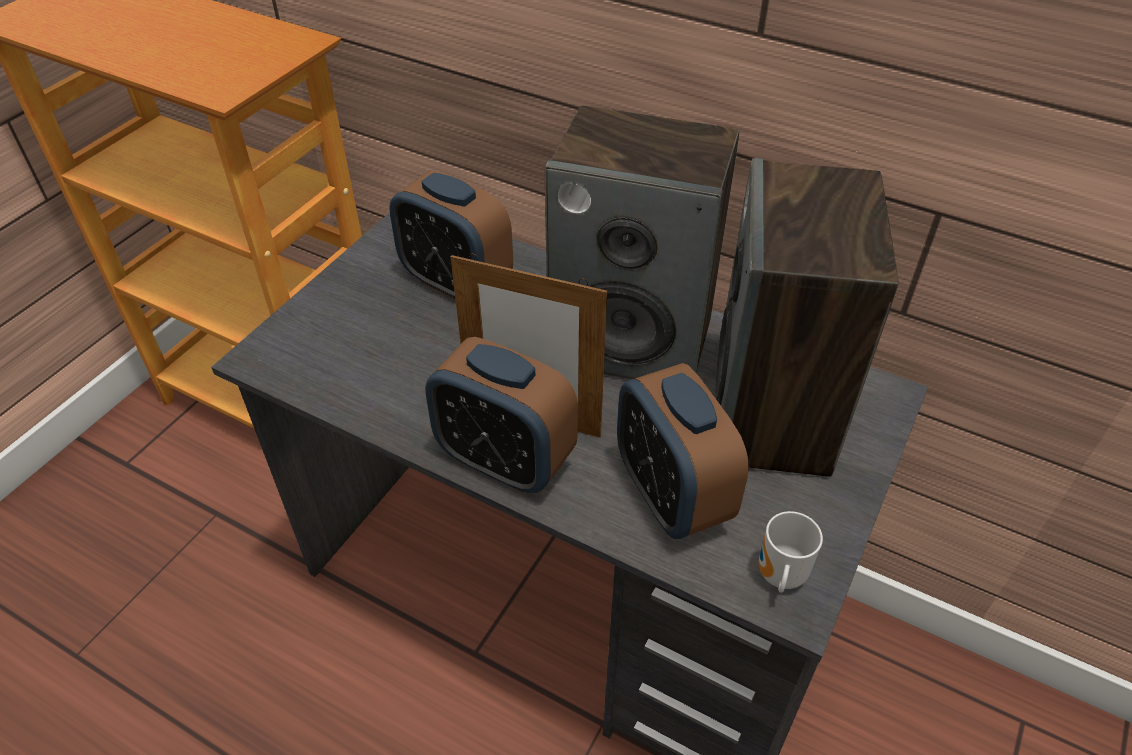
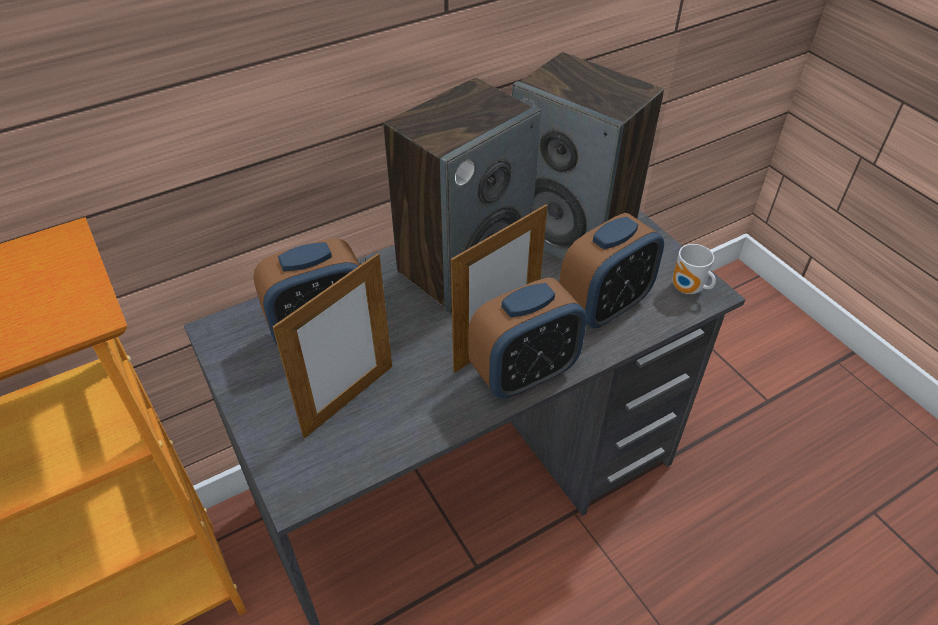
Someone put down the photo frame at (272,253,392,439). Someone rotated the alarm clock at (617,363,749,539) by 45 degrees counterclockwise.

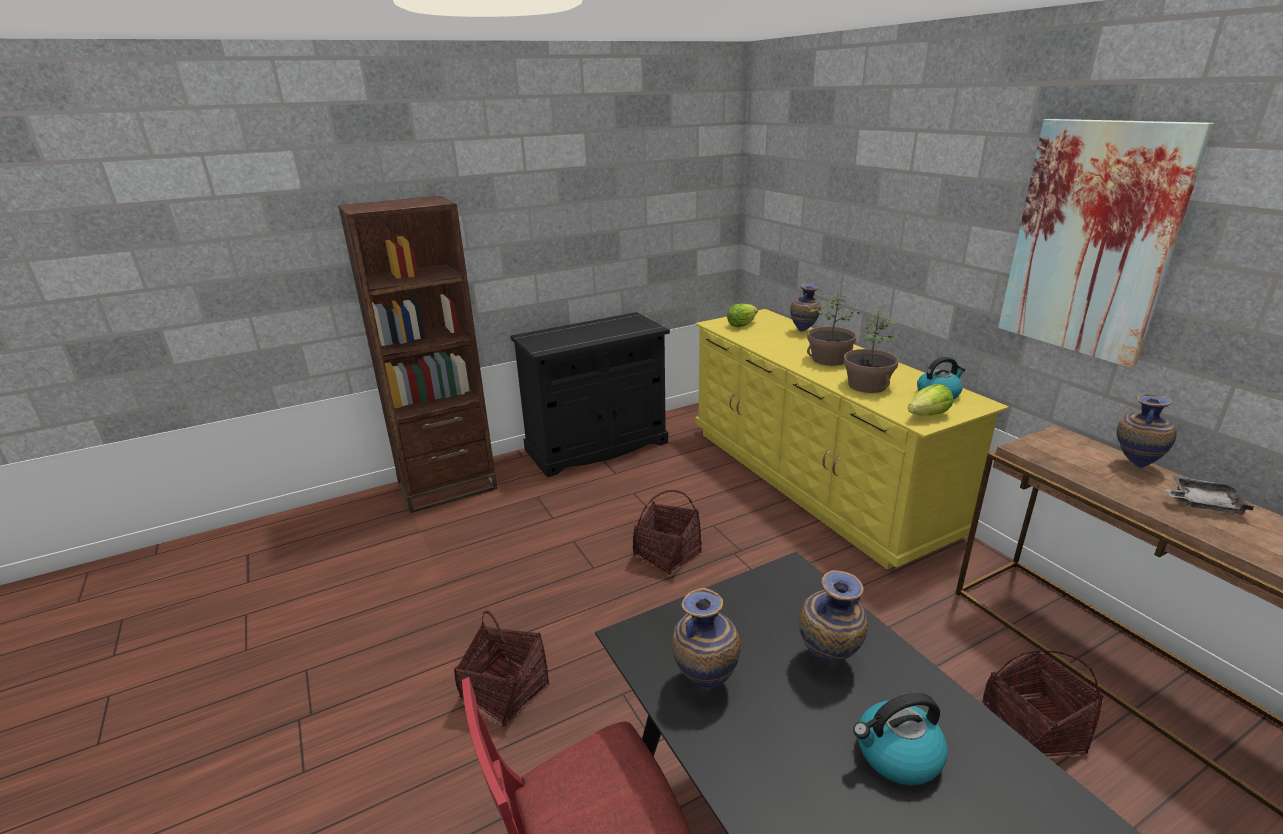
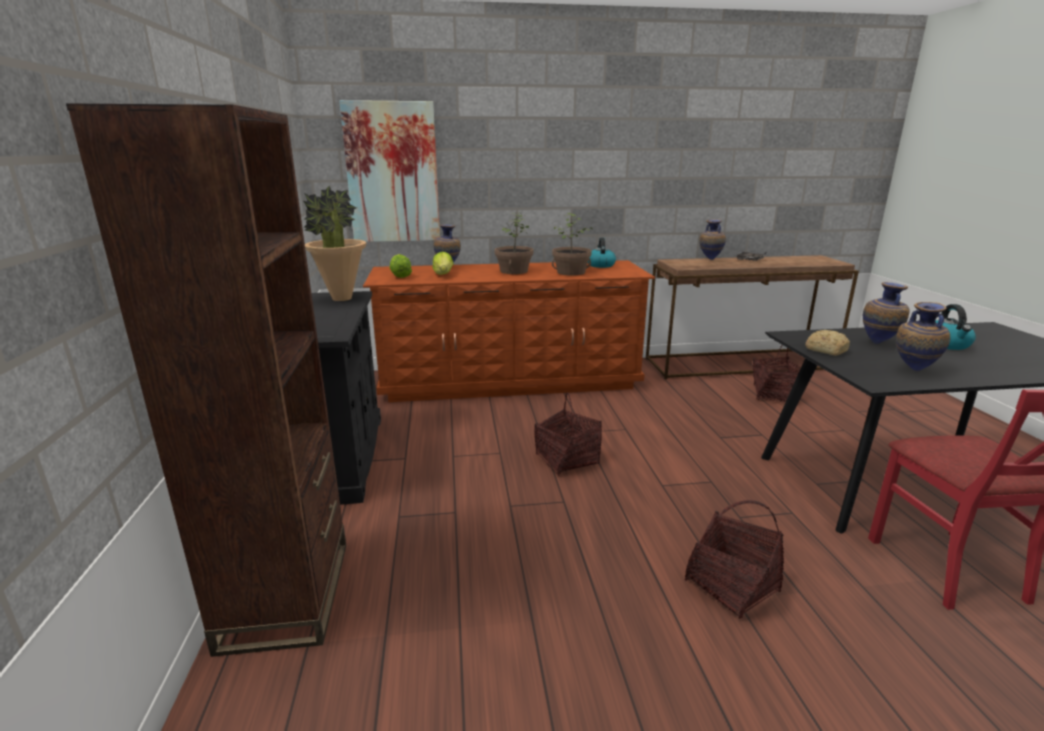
Someone put down the houseplant at (303,185,366,301). Someone carried the wall art from (998,119,1214,368) to (339,100,440,242). Someone repainted the yellow dresser at (695,309,1009,570), which became the brown-coloured dresser at (363,260,655,402). Someone carried the head of lettuce from (908,384,953,416) to (433,251,454,275). Someone put down the bread at (805,330,850,356).

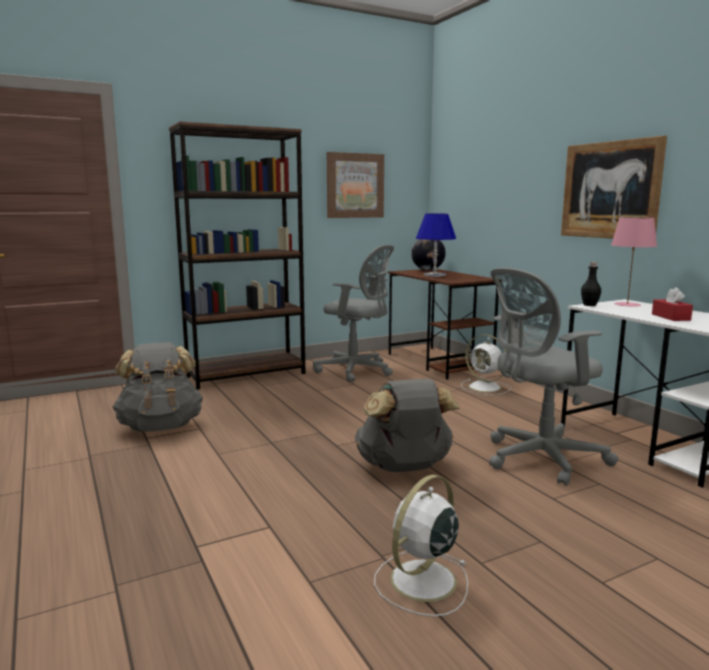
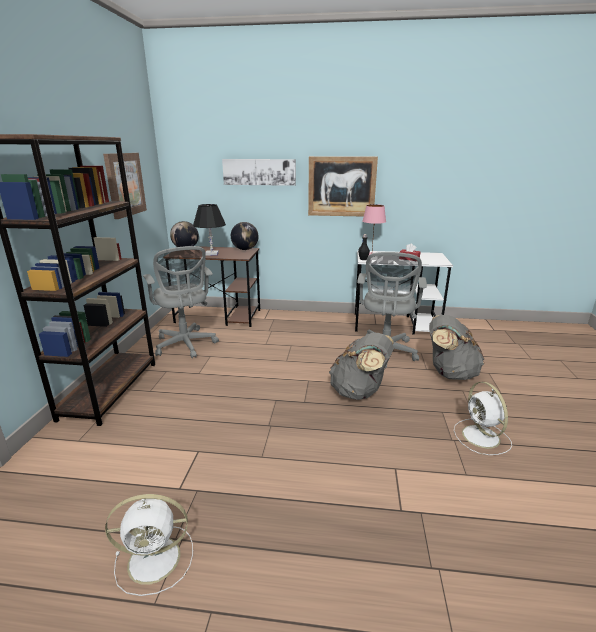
Someone carried the white-coloured fan from (461,334,511,395) to (105,494,193,596). Someone rotated the grey office chair at (313,245,394,382) by 90 degrees clockwise. Someone repainted the blue table lamp at (416,213,456,277), which became the black-coloured table lamp at (193,204,226,255). Someone put up the wall art at (222,159,296,186). Someone put down the desk globe at (231,222,259,250). Someone carried the grey backpack from (113,342,203,432) to (429,315,484,380).

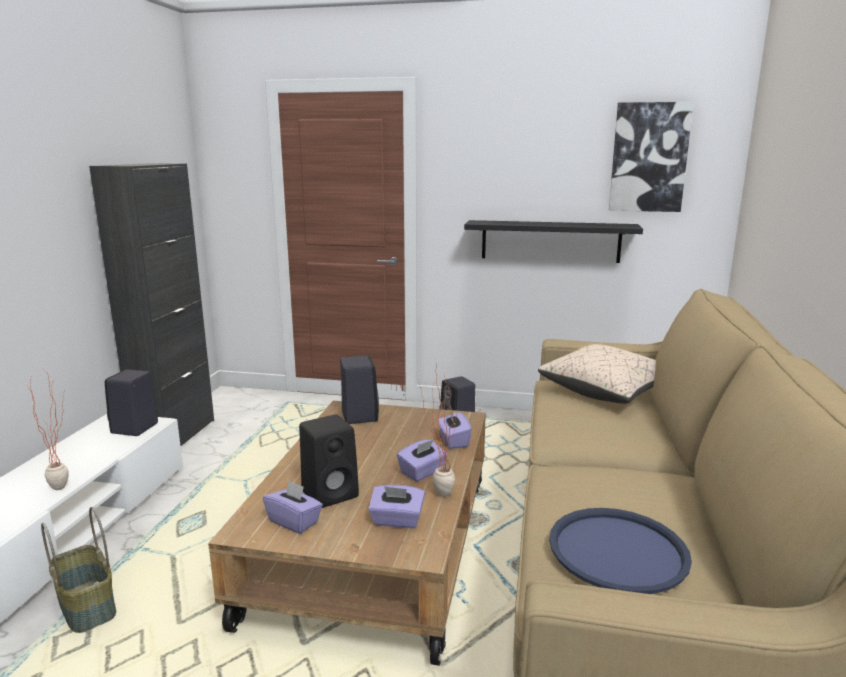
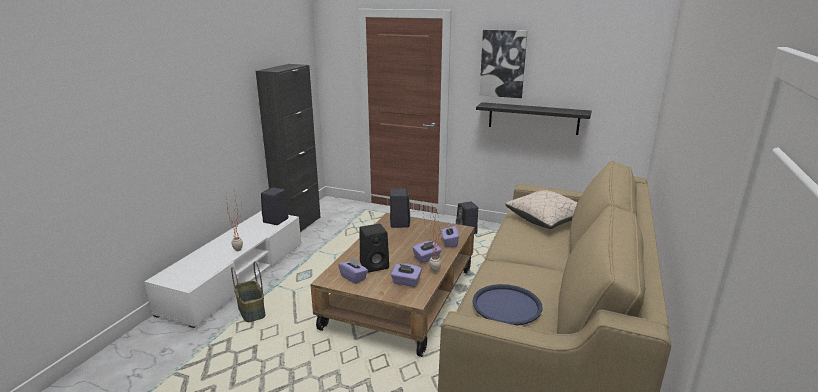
Someone carried the wall art from (609,102,694,212) to (480,30,528,98).

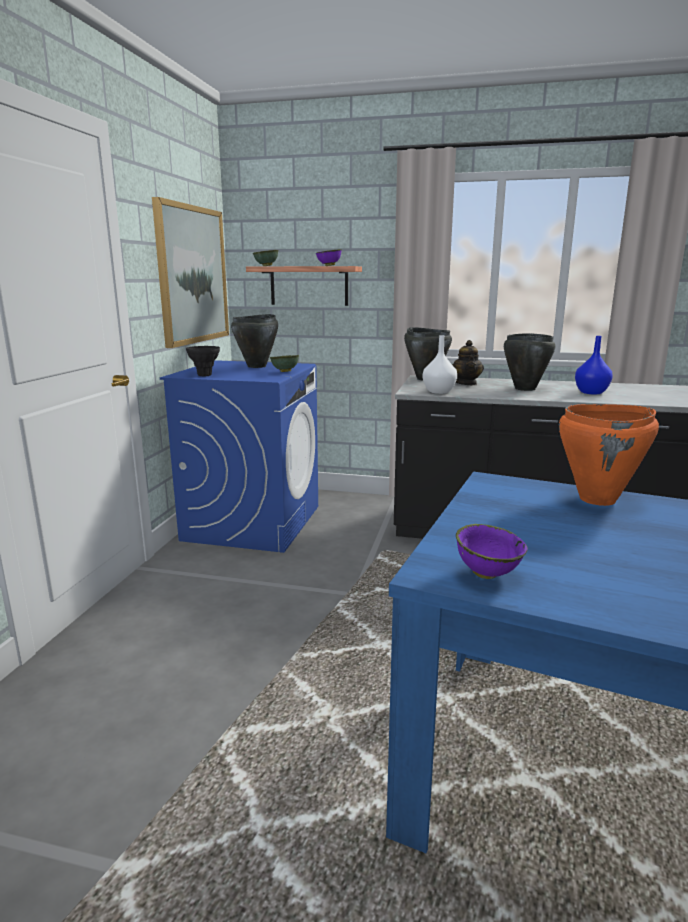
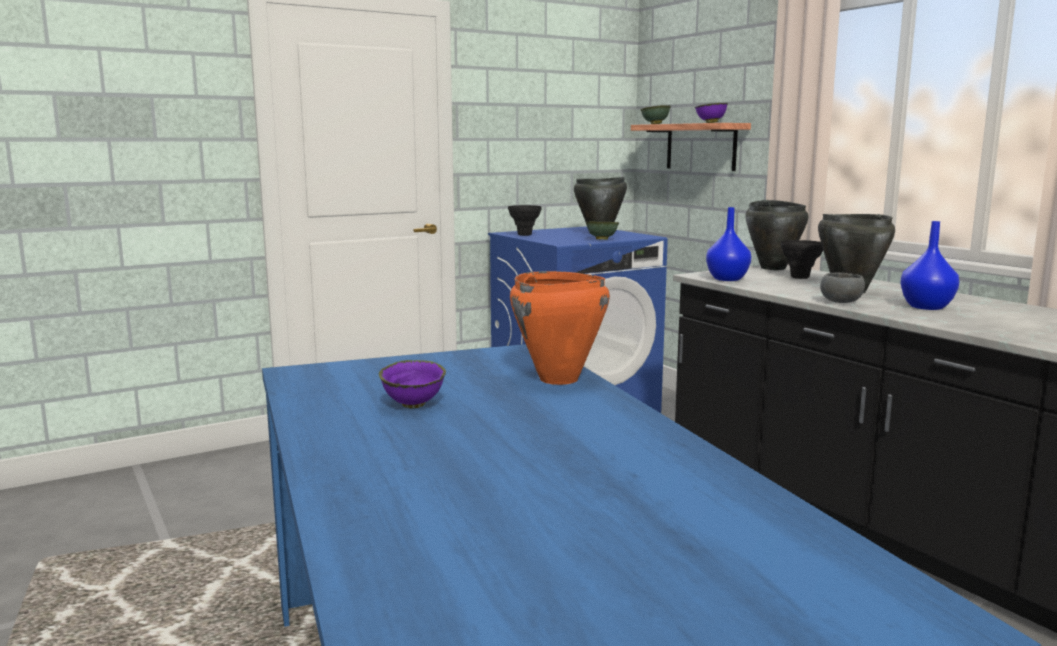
Someone carried the purple deep dish from (456,524,528,579) to (379,360,446,408). Someone repainted the white-coloured vase at (423,335,457,394), which became the blue vase at (706,207,751,281). Someone swapped the tea pot at (452,340,484,385) for the black-coloured vase at (781,240,823,279). Someone put down the grey deep dish at (820,272,865,303). Someone took away the wall art at (152,197,229,348).

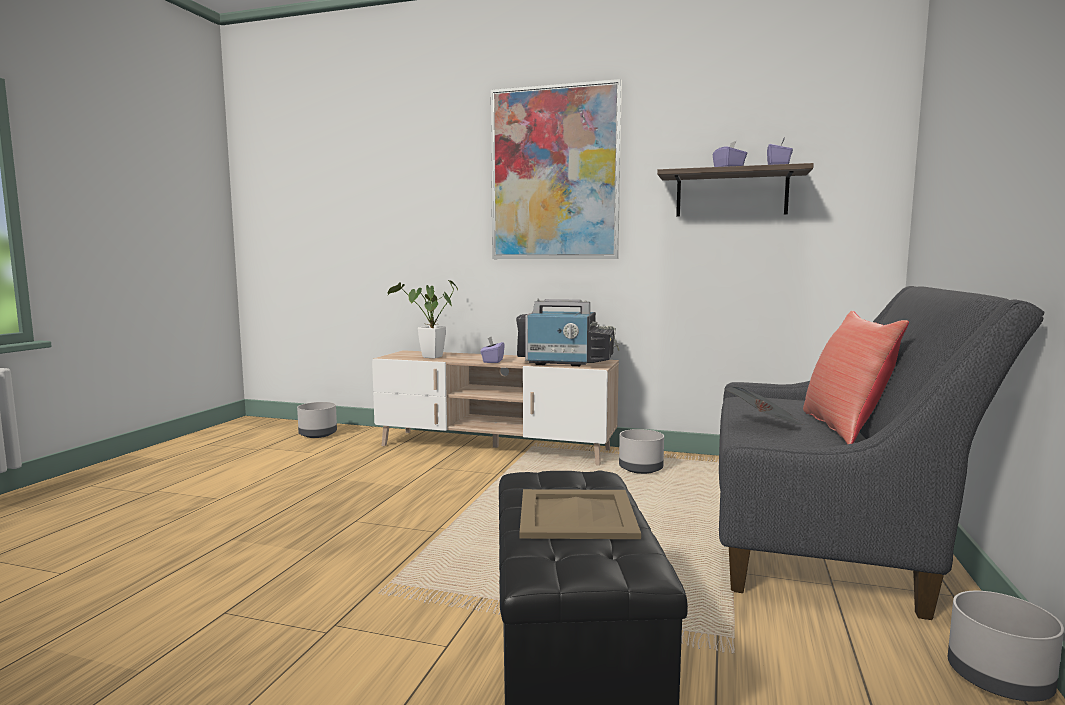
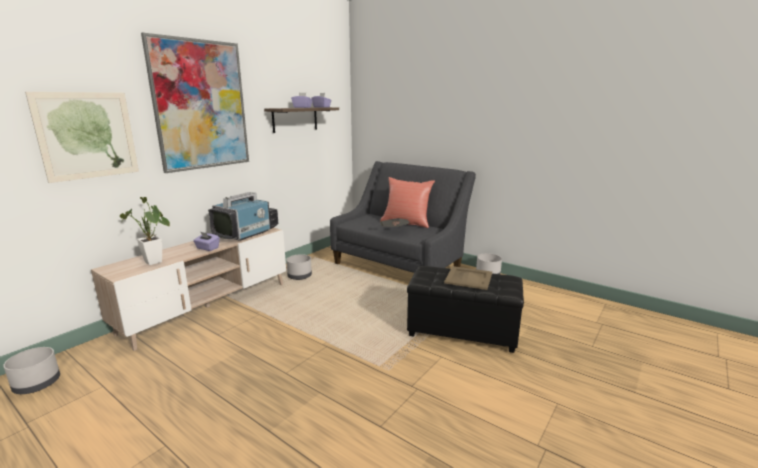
Someone put up the wall art at (25,92,139,183).

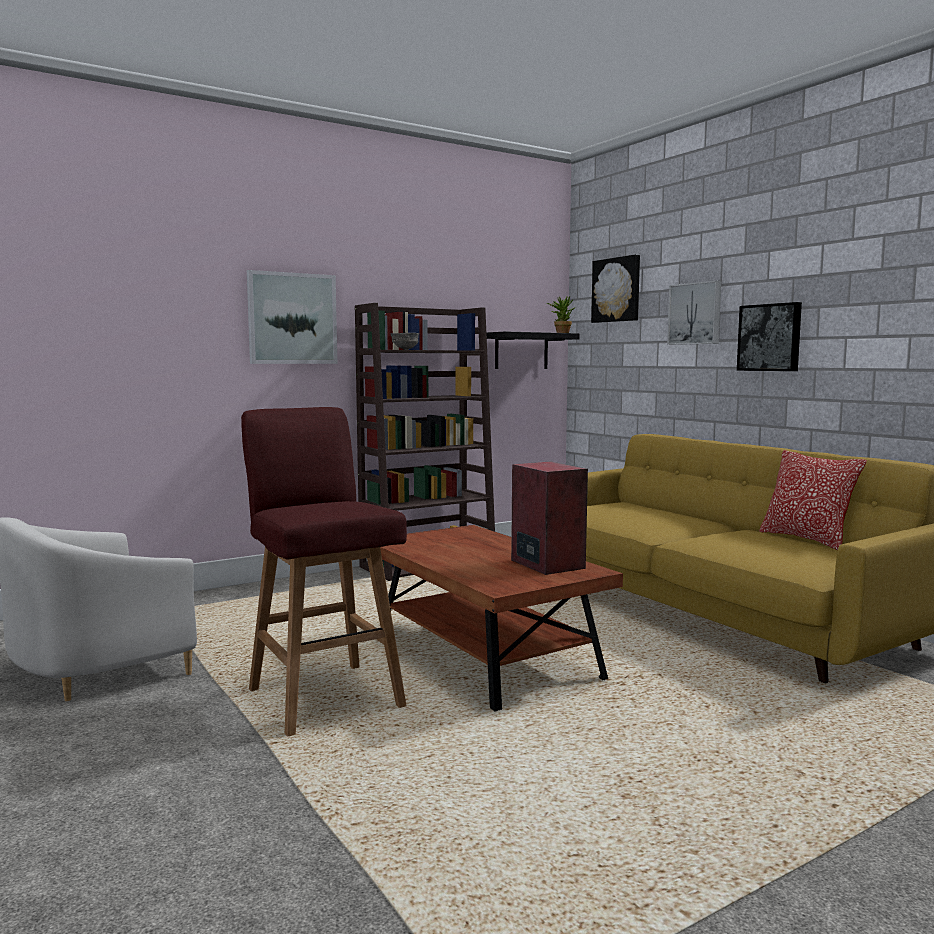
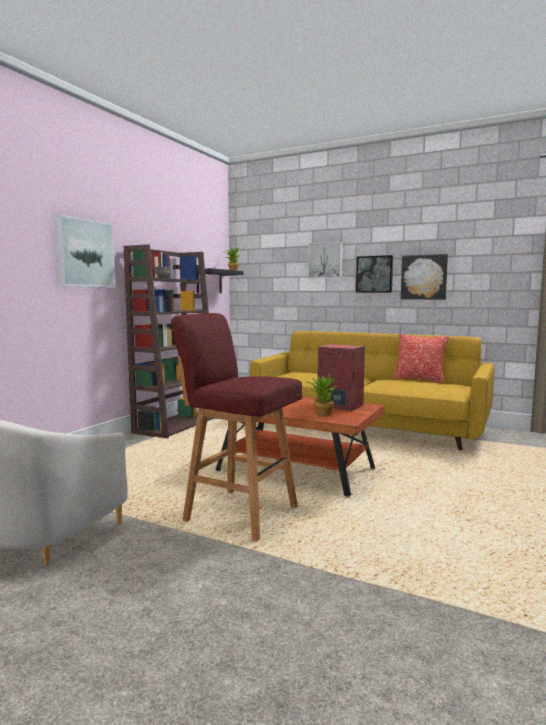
Someone put down the houseplant at (306,373,337,416). Someone carried the wall art from (591,254,640,323) to (401,254,448,299).

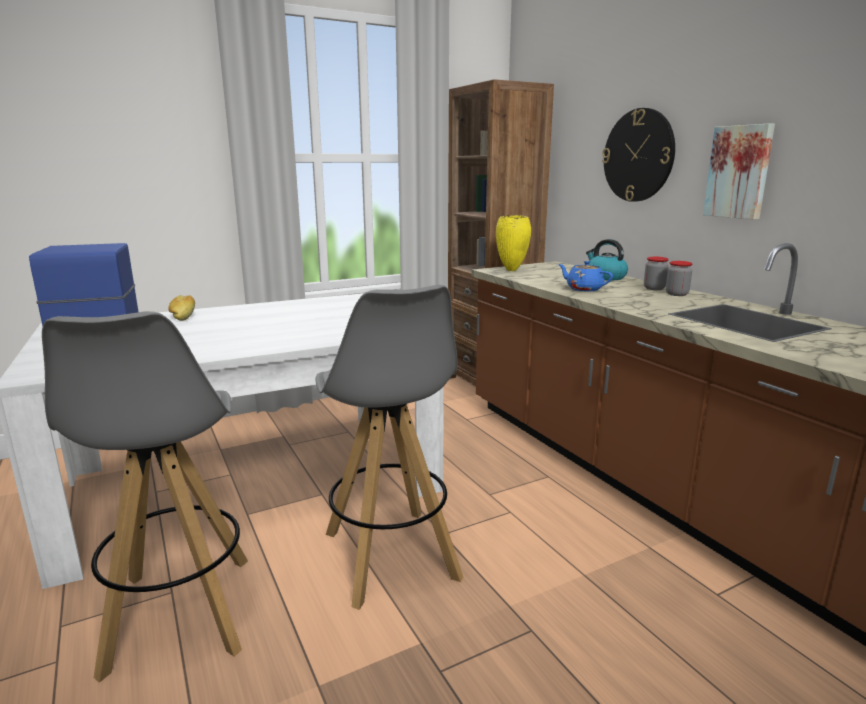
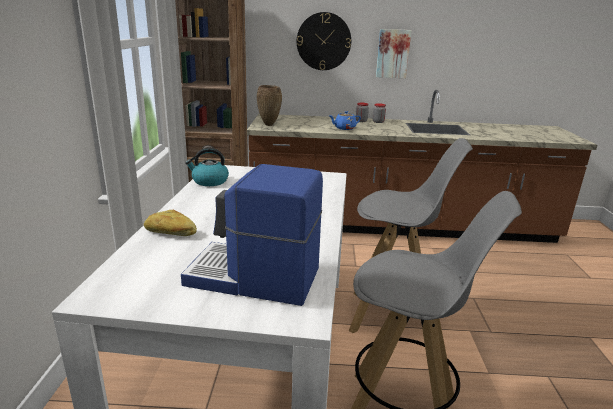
Someone carried the water kettle from (586,239,628,280) to (185,148,229,186). Someone repainted the yellow vase at (496,215,531,271), which became the brown-coloured vase at (257,85,282,126).

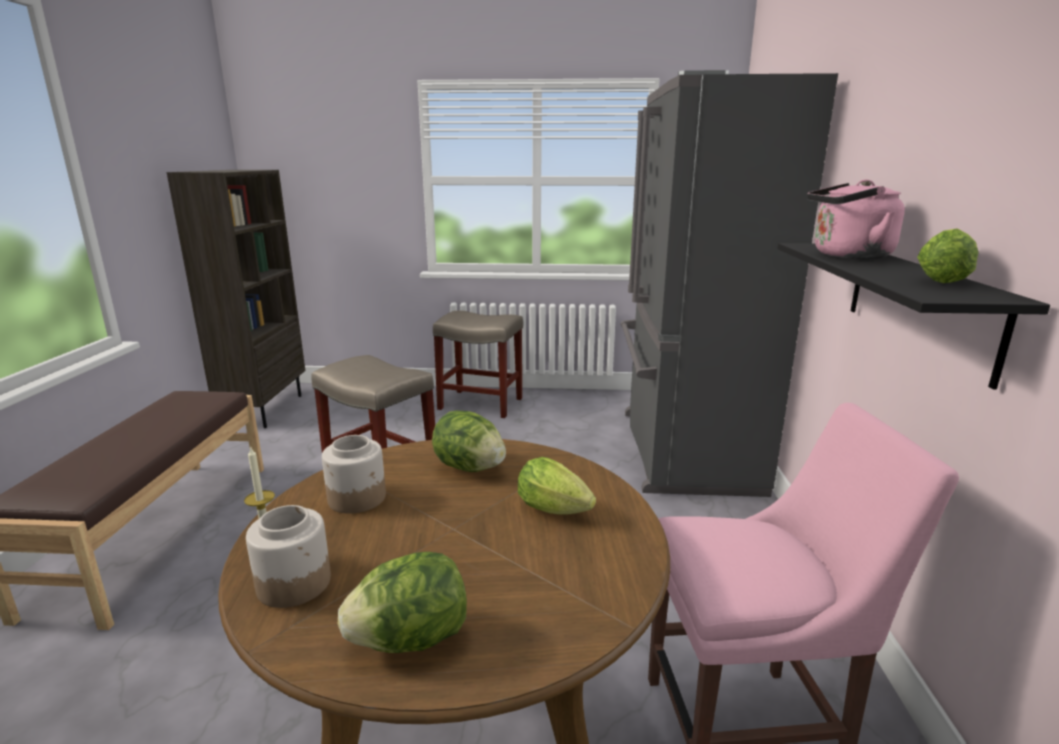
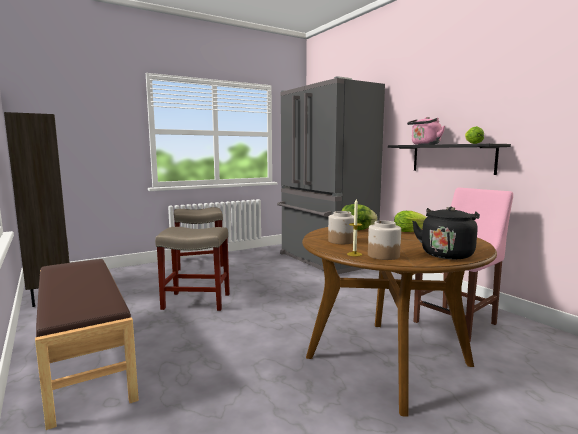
Someone swapped the head of lettuce at (338,552,467,653) for the black-coloured water kettle at (412,207,480,259).

